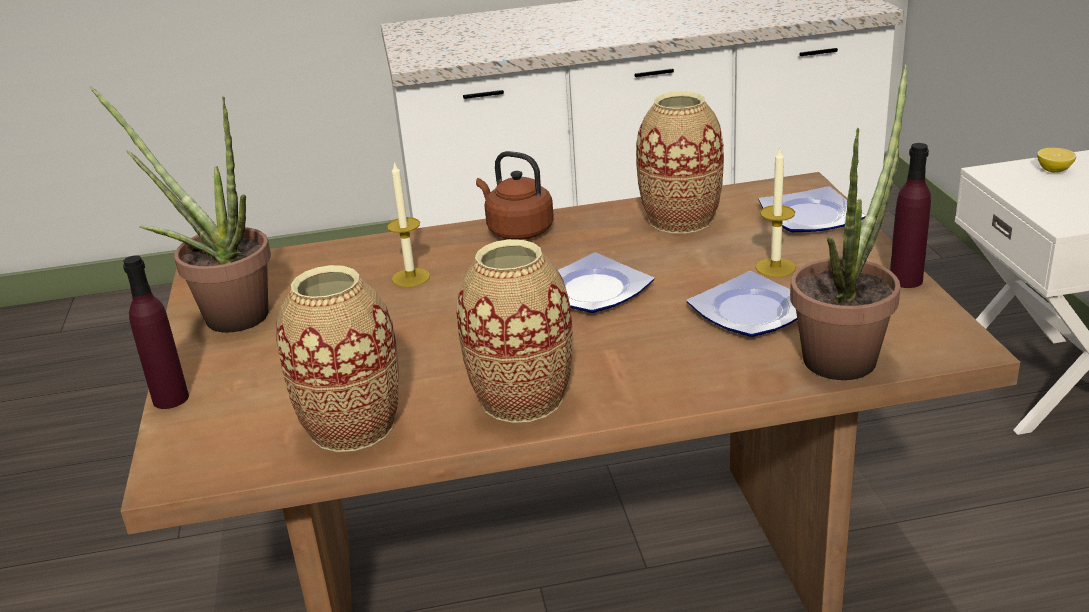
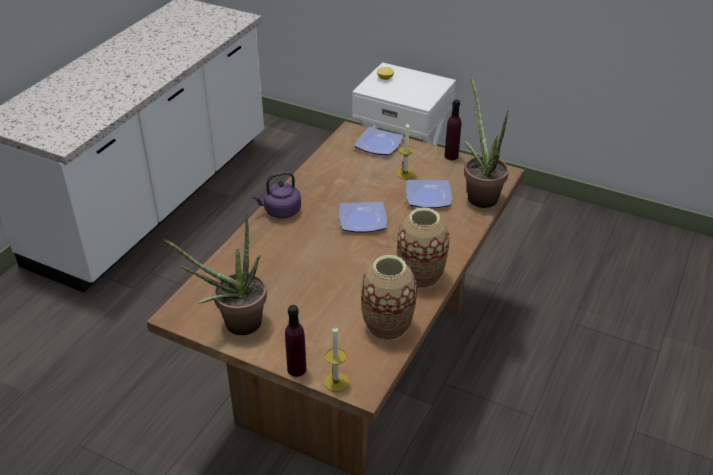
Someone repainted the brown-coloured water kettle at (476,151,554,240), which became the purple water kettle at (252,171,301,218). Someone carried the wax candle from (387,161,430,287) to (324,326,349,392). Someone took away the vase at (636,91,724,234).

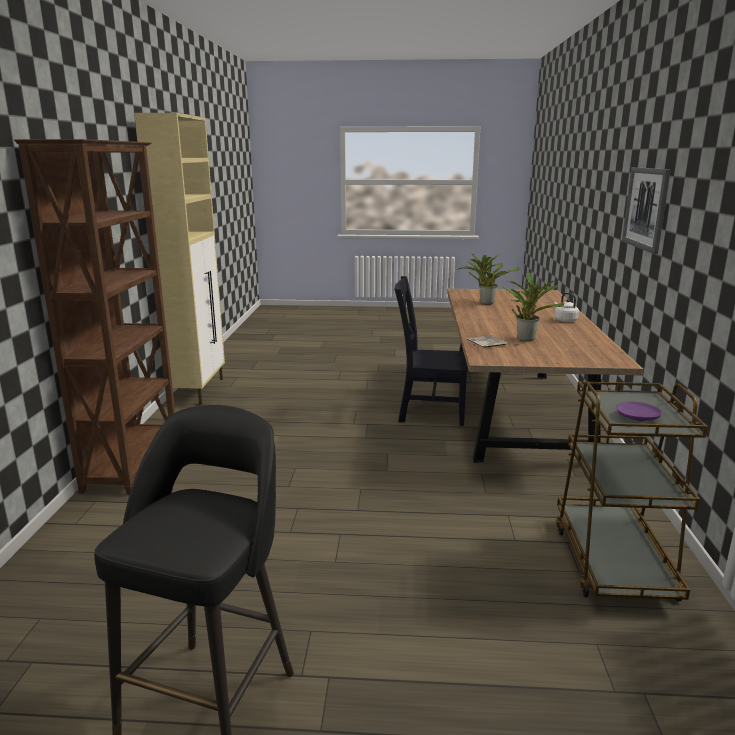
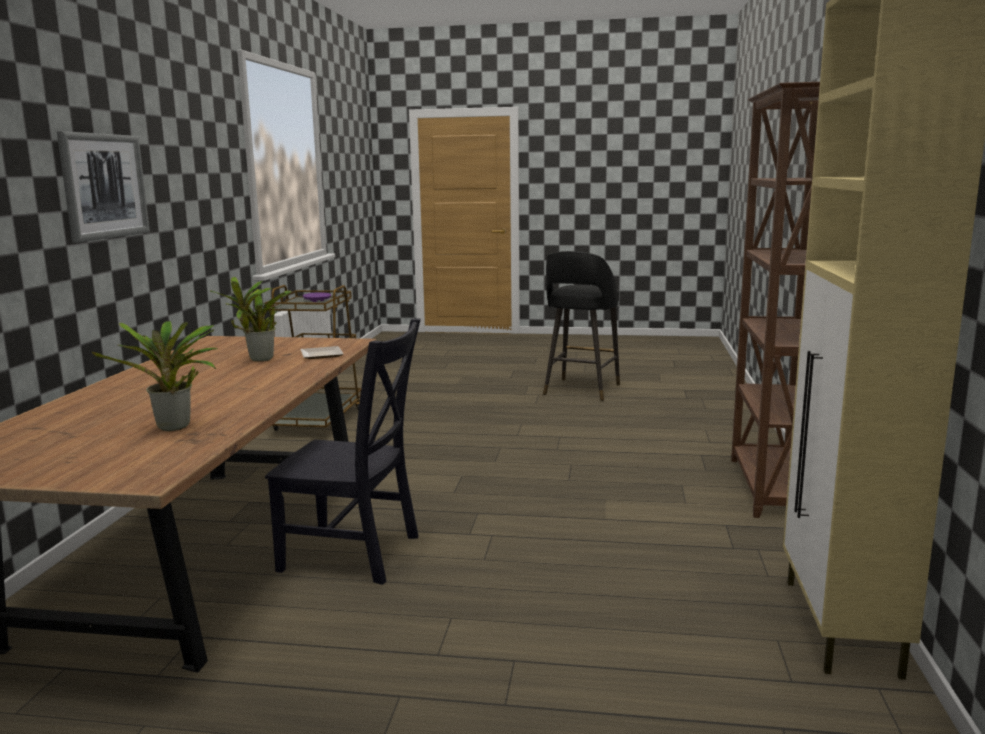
Someone took away the white-coloured water kettle at (554,293,579,322).

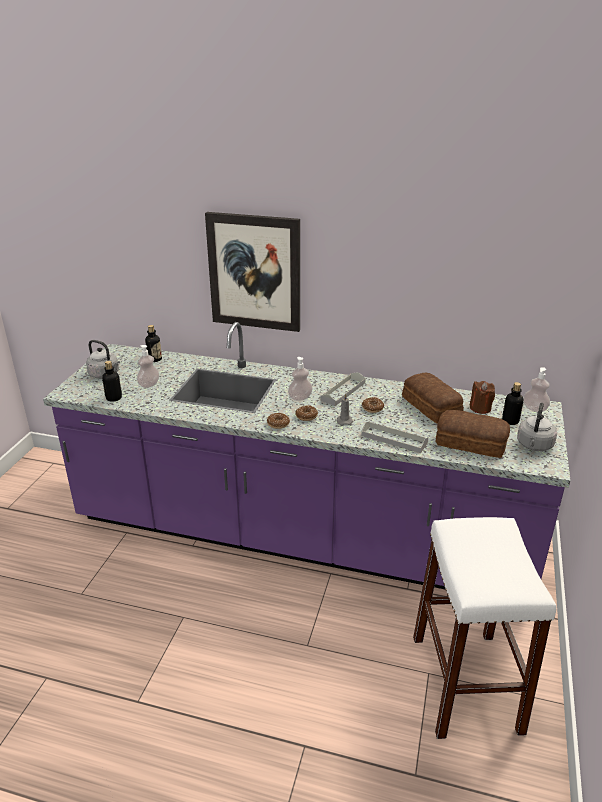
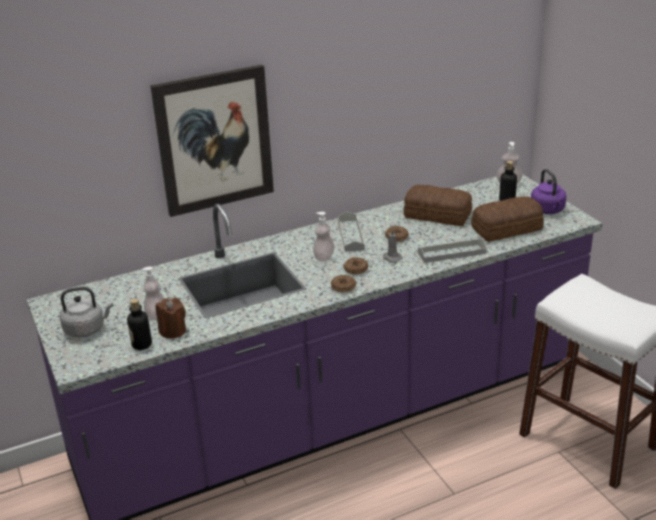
Someone carried the brown-coloured wax candle from (470,381,495,414) to (156,297,186,338). Someone repainted the grey water kettle at (517,402,557,451), which became the purple water kettle at (531,169,566,214). Someone took away the drink bottle at (145,325,162,362).

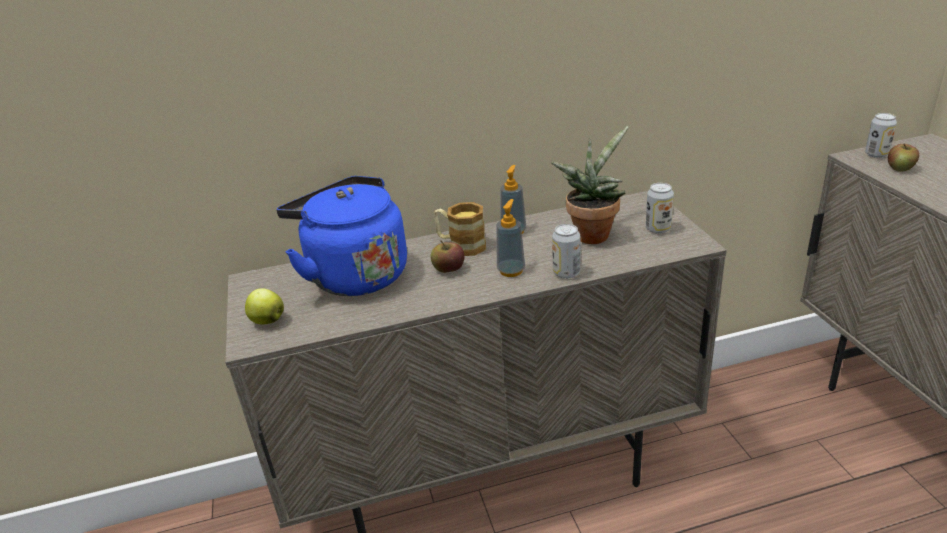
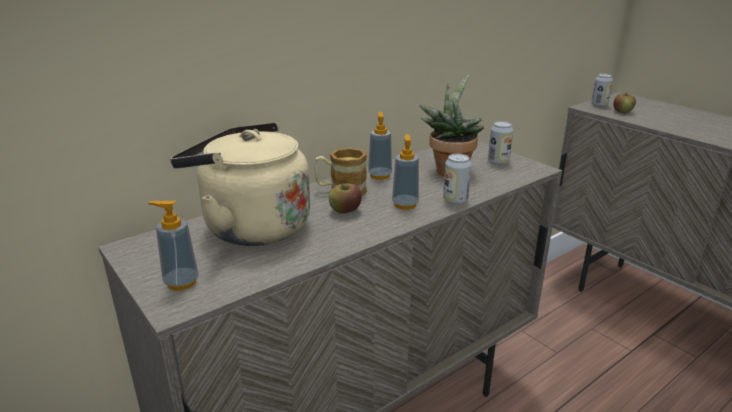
Someone swapped the apple fruit at (245,288,284,324) for the liquid soap bottle at (148,200,199,290). Someone repainted the blue water kettle at (276,176,407,296), which became the beige-coloured water kettle at (170,122,311,246).

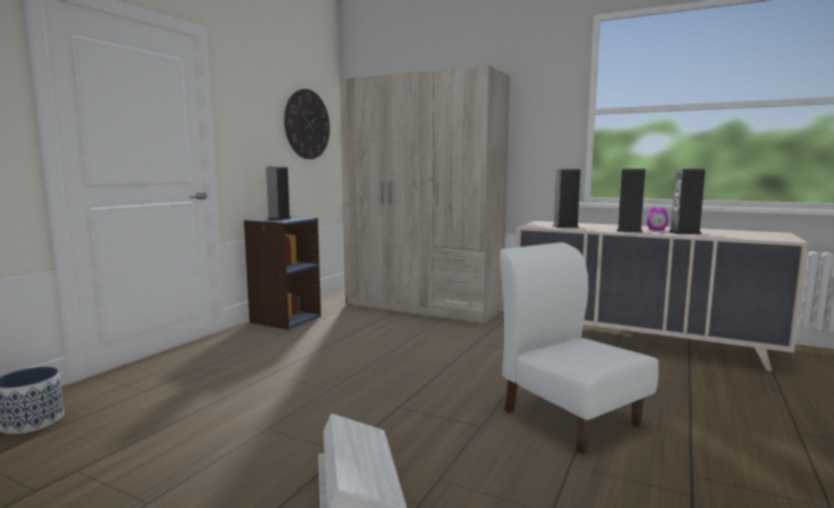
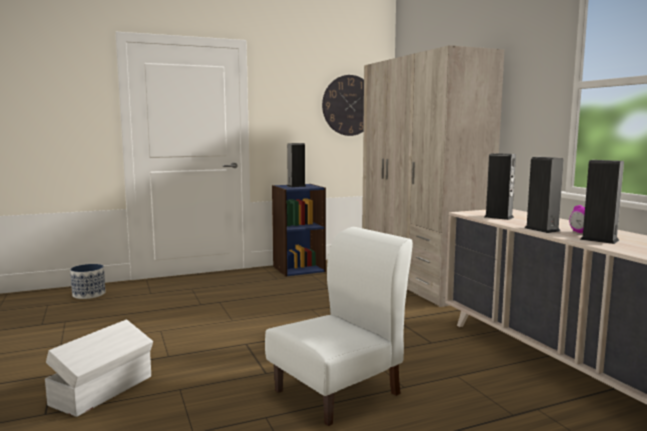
Someone rotated the white-coloured plain chair at (500,242,659,454) by 45 degrees clockwise.

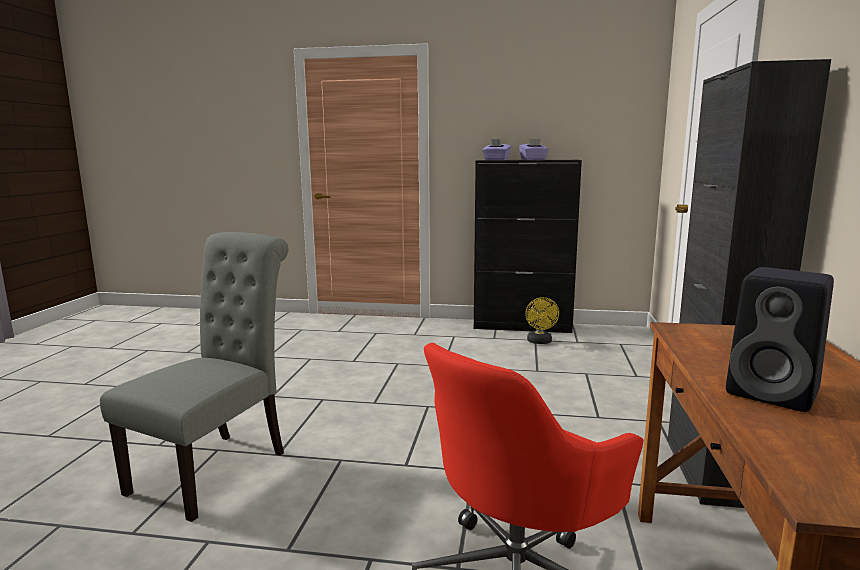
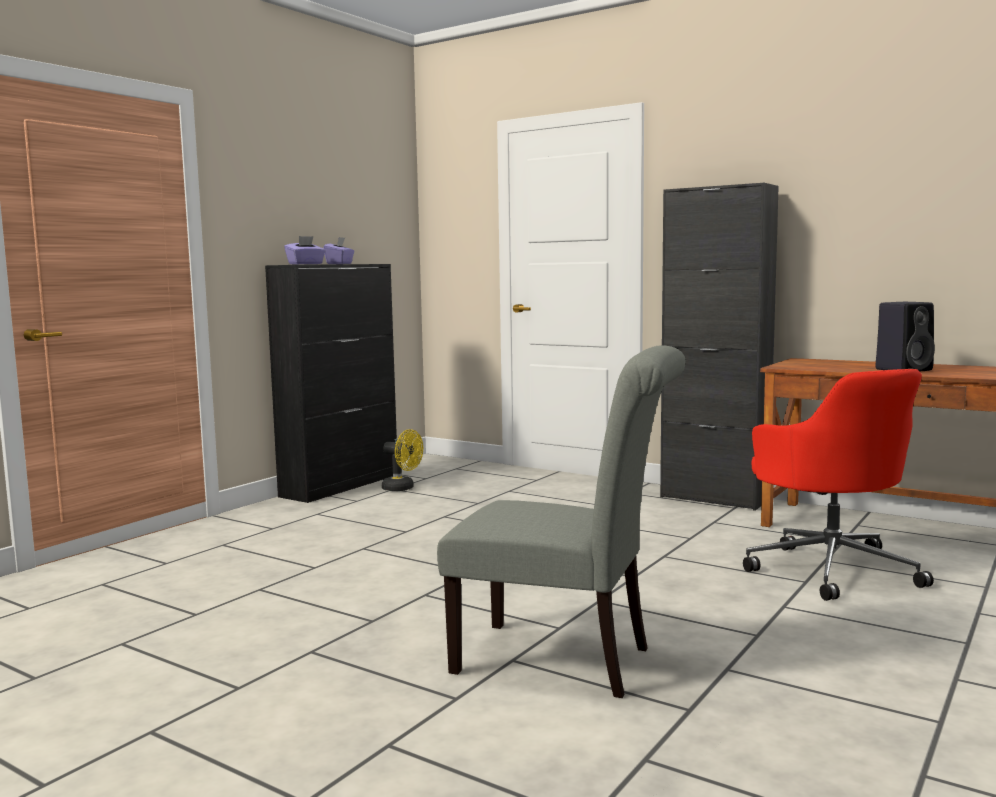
Someone rotated the grey plain chair at (100,232,288,522) by 150 degrees clockwise.

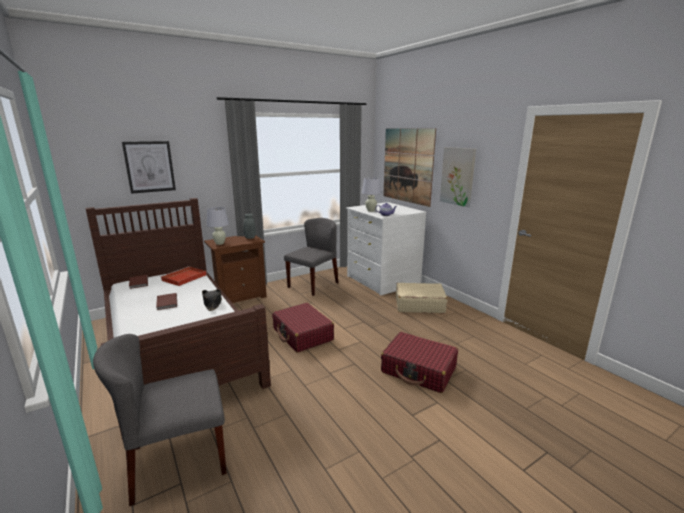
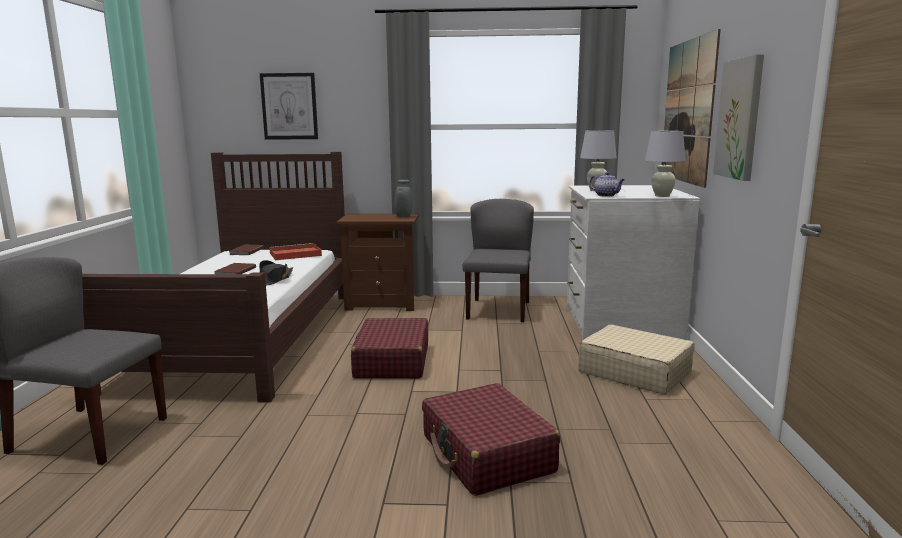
Someone rotated the grey plain chair at (284,218,338,296) by 60 degrees counterclockwise. Someone carried the white-coloured table lamp from (207,207,229,245) to (645,131,686,197).

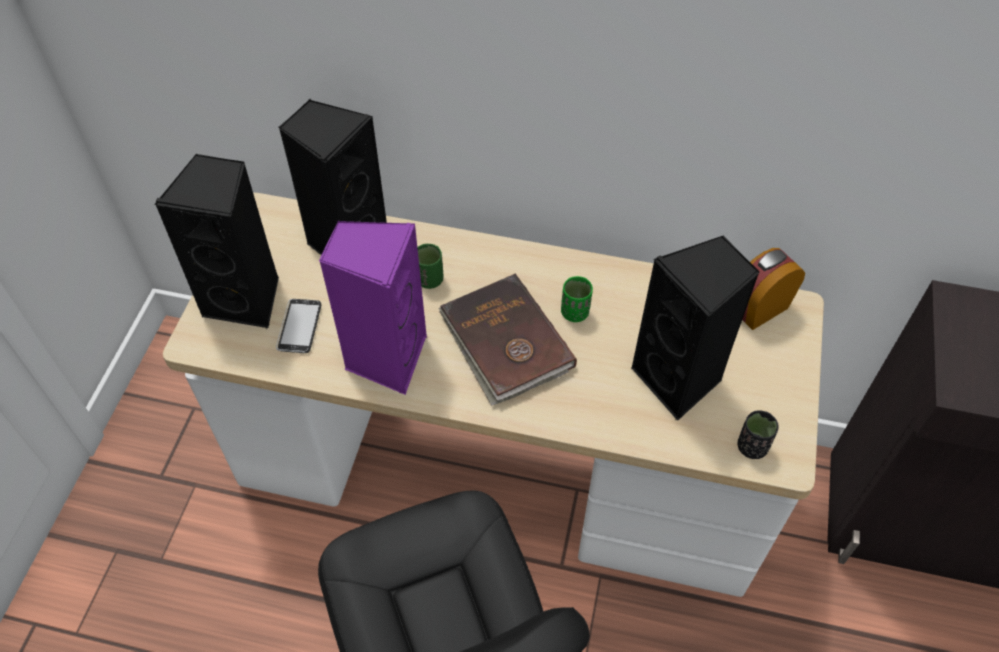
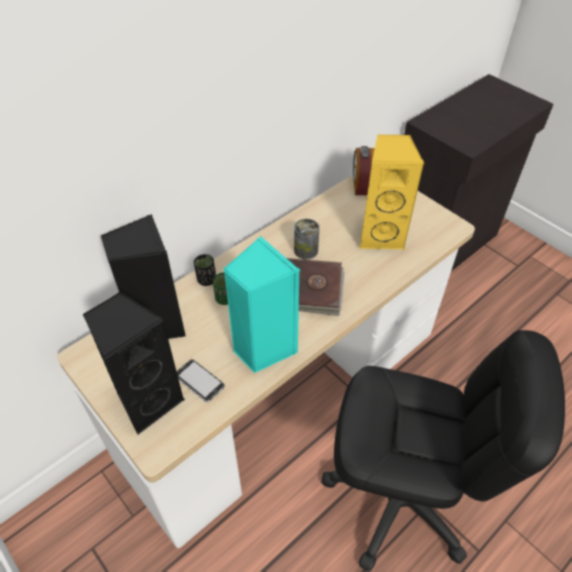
Someone carried the black-coloured drinking cup from (737,410,779,459) to (194,254,216,286). Someone repainted the purple speaker at (319,221,427,395), which became the blue-green speaker at (223,236,300,373). Someone swapped the green-coloured drinking cup at (561,276,593,322) for the metal can at (294,219,320,260). Someone repainted the black-coloured speaker at (631,236,760,421), which became the yellow speaker at (360,134,425,250).

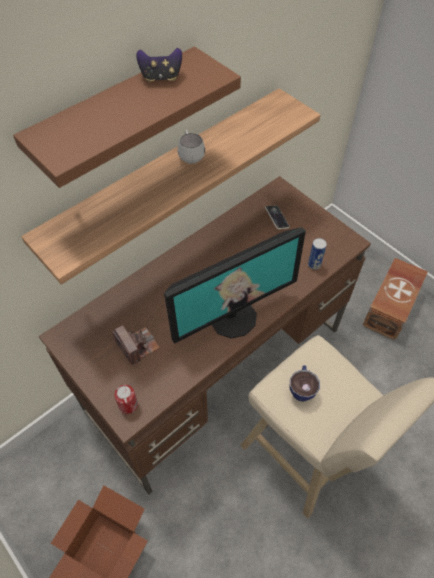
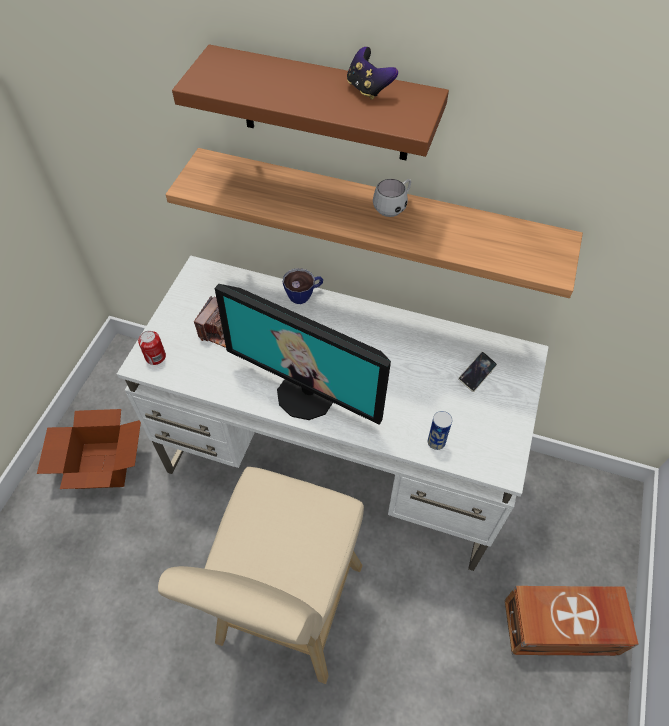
Someone repainted the brown-coloured desk unit at (39,176,371,494), which became the white-coloured desk unit at (117,256,549,571). Someone carried the drinking cup from (289,365,320,401) to (283,268,323,304).

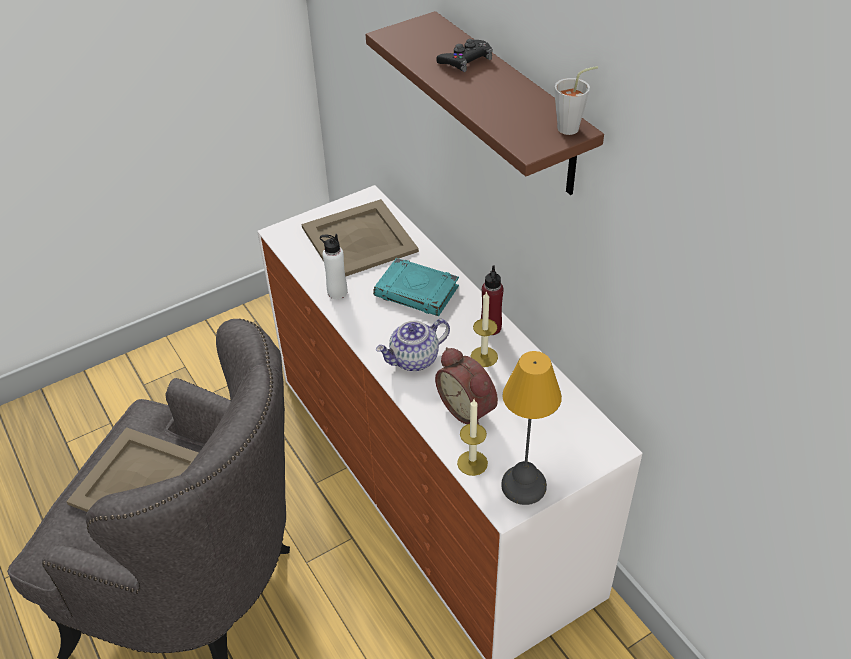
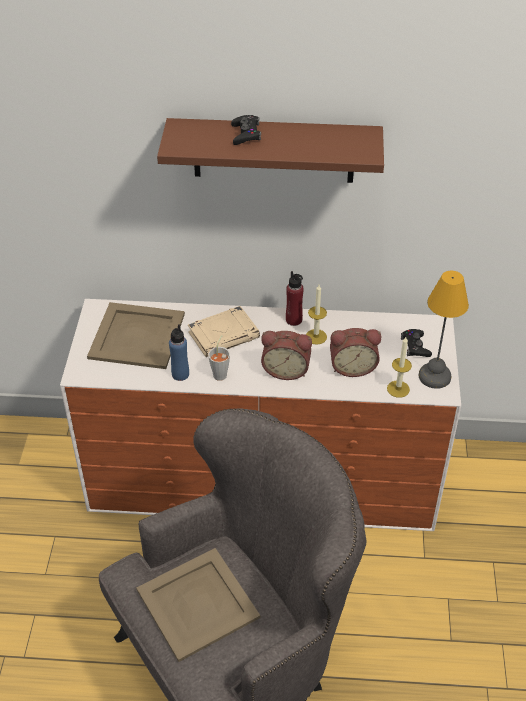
Someone repainted the white-coloured drink bottle at (320,234,347,299), which became the blue drink bottle at (169,324,189,381). Someone repainted the blue-green book at (373,258,459,316), which became the beige-coloured book at (188,306,260,357). Someone carried the grey drinking cup from (555,66,598,135) to (208,335,230,381). Someone swapped the tea pot at (376,319,450,371) for the alarm clock at (261,331,312,380). Someone put down the black-coloured joypad at (401,329,432,357).

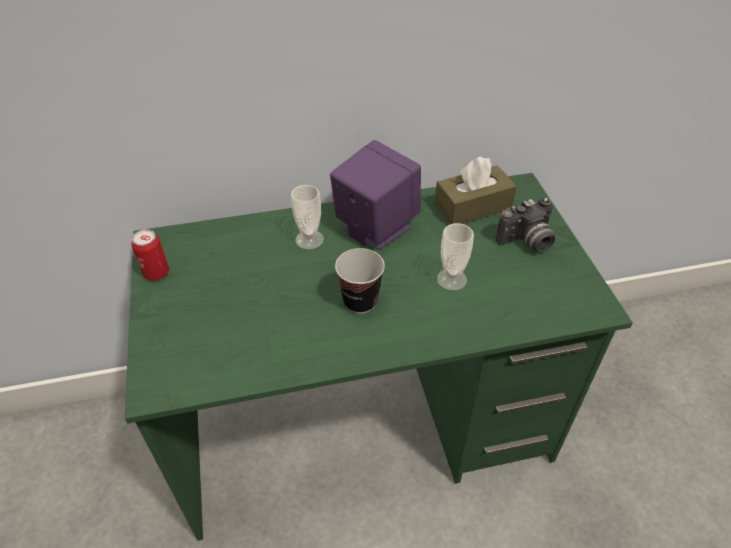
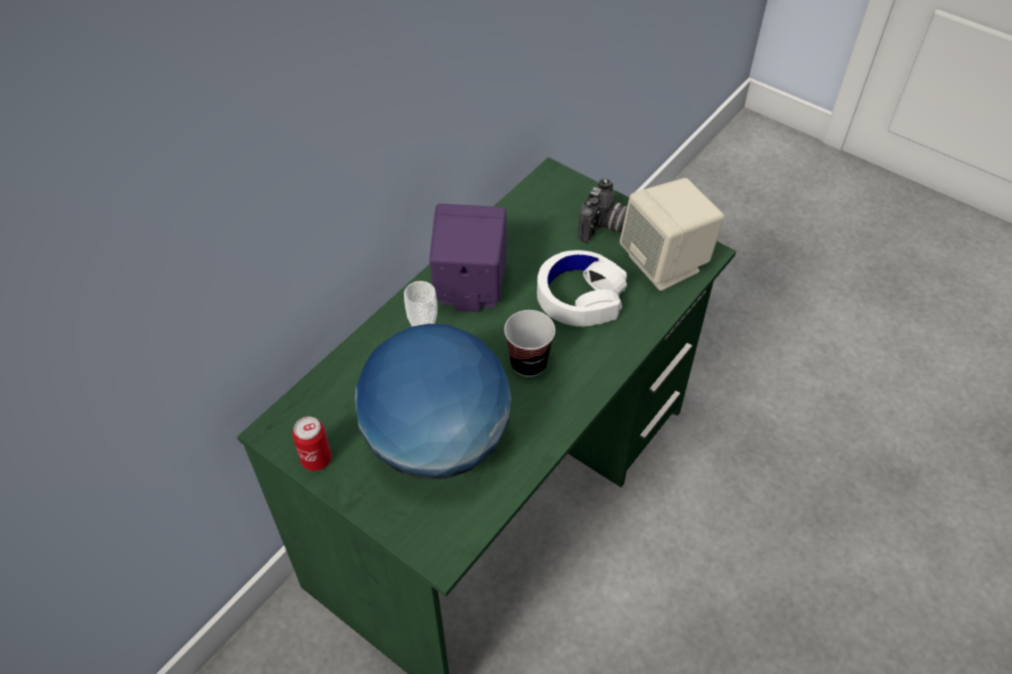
Someone put down the desk globe at (355,324,511,479). Someone swapped the drinking cup at (437,223,474,291) for the white-coloured headset at (537,250,627,327). Someone put down the beige-coloured speaker at (620,178,724,291). Someone took away the brown-coloured tissue box at (434,157,517,225).

